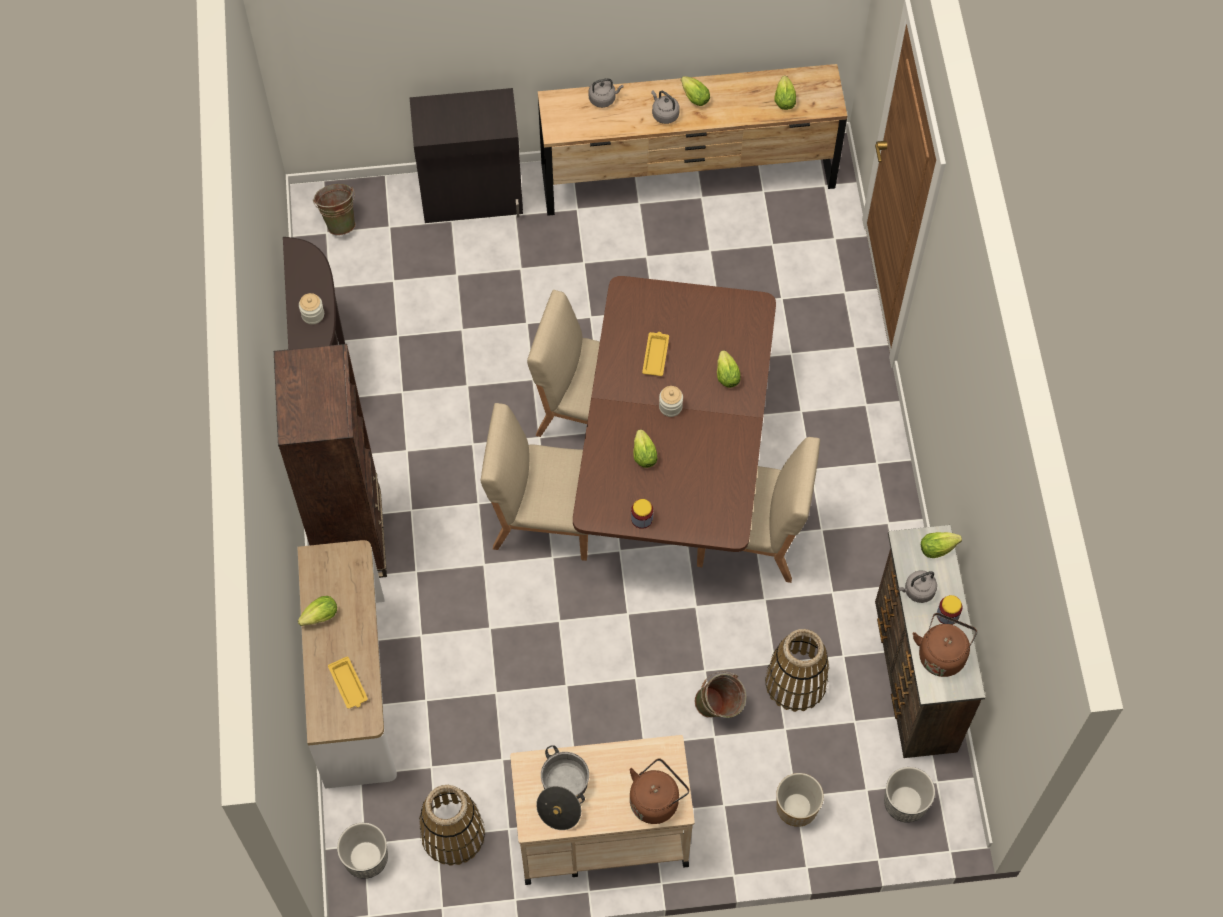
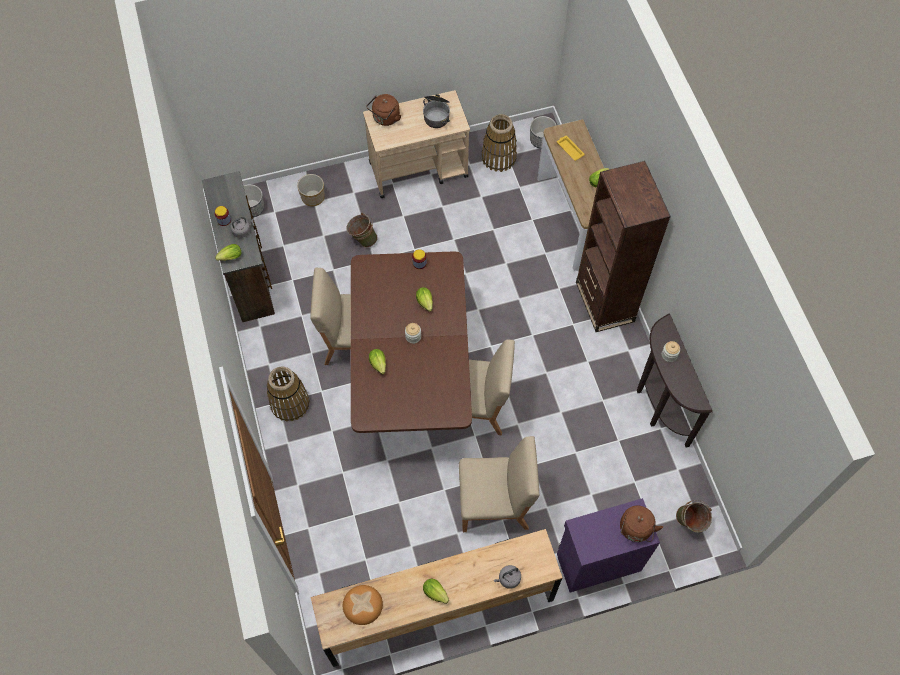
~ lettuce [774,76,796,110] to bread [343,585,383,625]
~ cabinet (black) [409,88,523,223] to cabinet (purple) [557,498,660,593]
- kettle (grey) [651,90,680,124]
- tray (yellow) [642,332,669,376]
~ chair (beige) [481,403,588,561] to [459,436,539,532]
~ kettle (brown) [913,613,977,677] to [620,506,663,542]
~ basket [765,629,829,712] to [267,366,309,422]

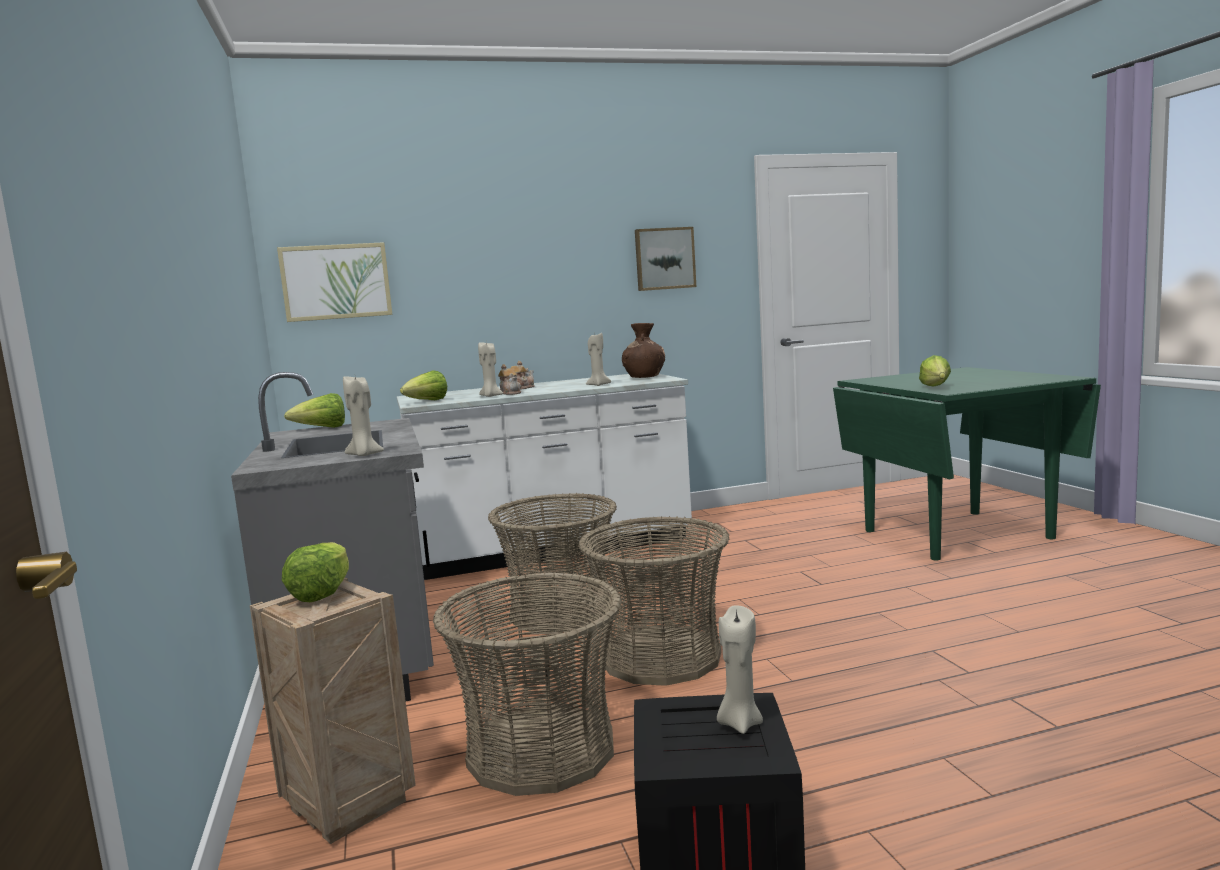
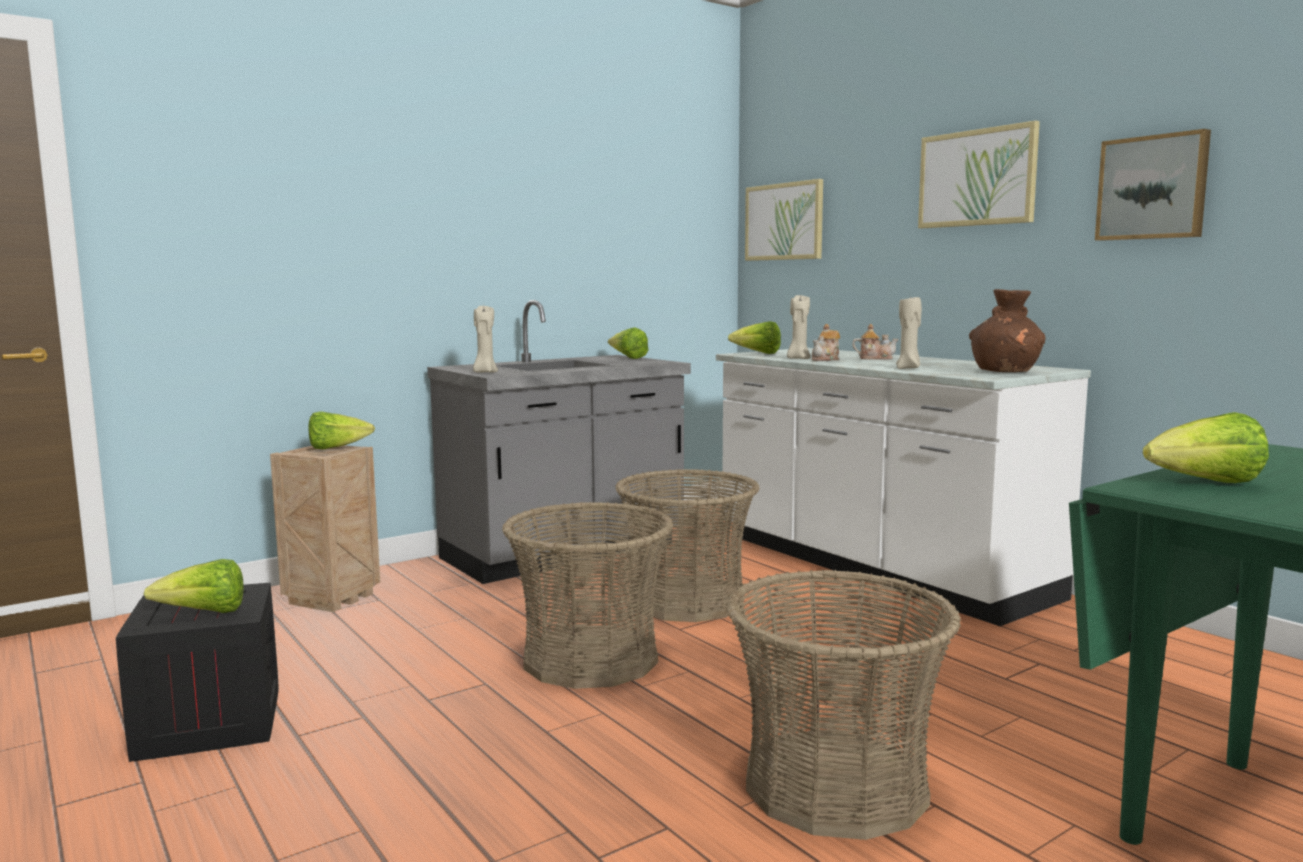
~ basket [433,572,622,796] to [726,570,961,840]
~ candle (beige) [717,605,763,734] to lettuce [144,559,244,613]
+ picture [918,121,1040,228]

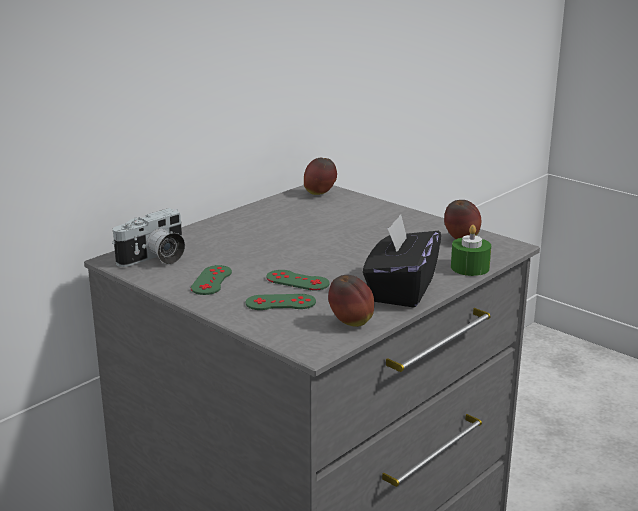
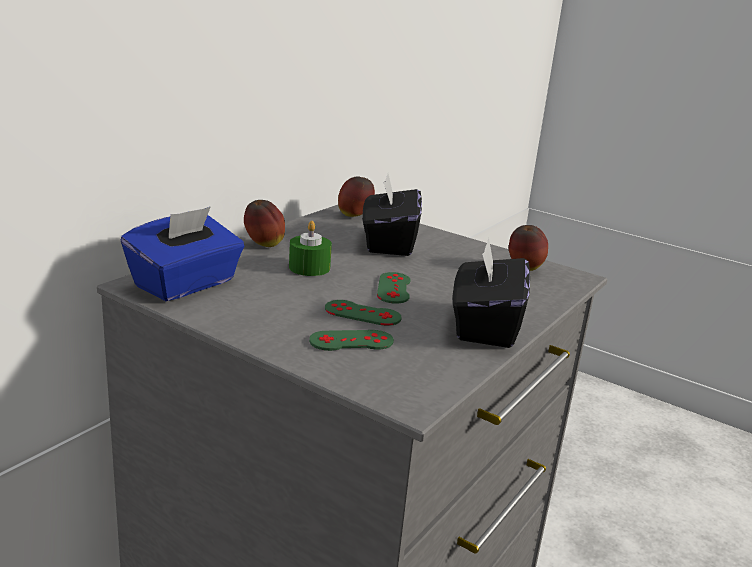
~ photo camera [112,208,185,267] to tissue box (blue) [121,207,244,301]
~ candle (green) [451,225,491,276] to [289,221,332,276]
~ game controller (green) [191,265,232,295] to [377,272,411,304]
~ apple [328,275,374,327] to [244,200,285,247]
+ tissue box (black) [362,174,422,256]

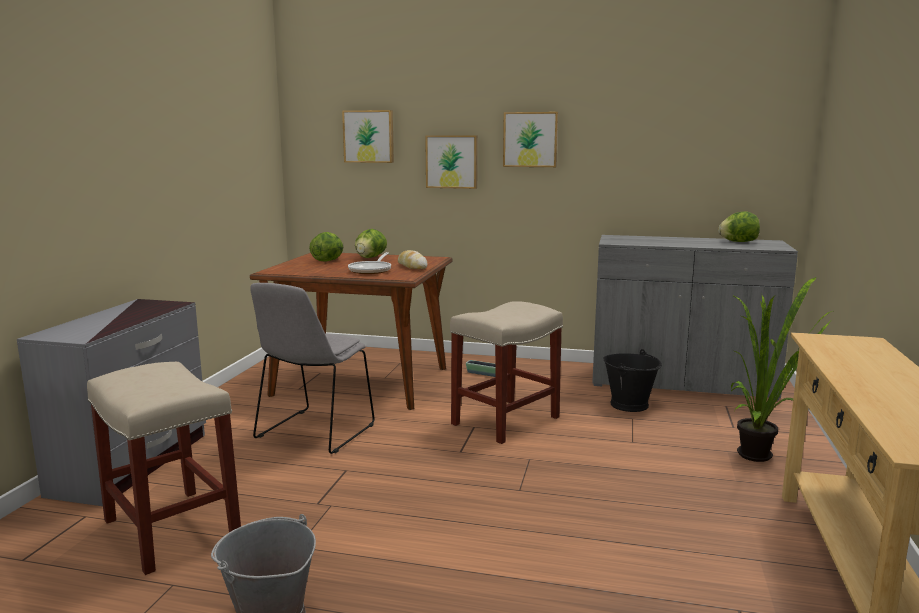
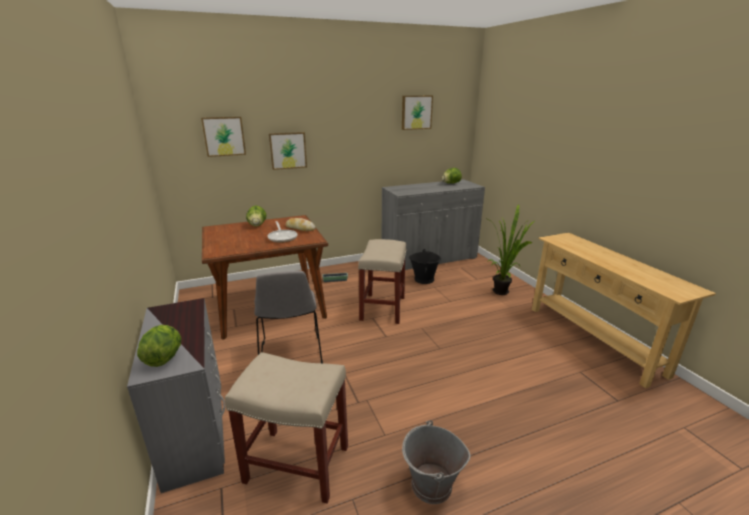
~ picture [503,112,558,167] to [402,95,433,130]
~ lettuce [309,232,343,262] to [137,325,181,367]

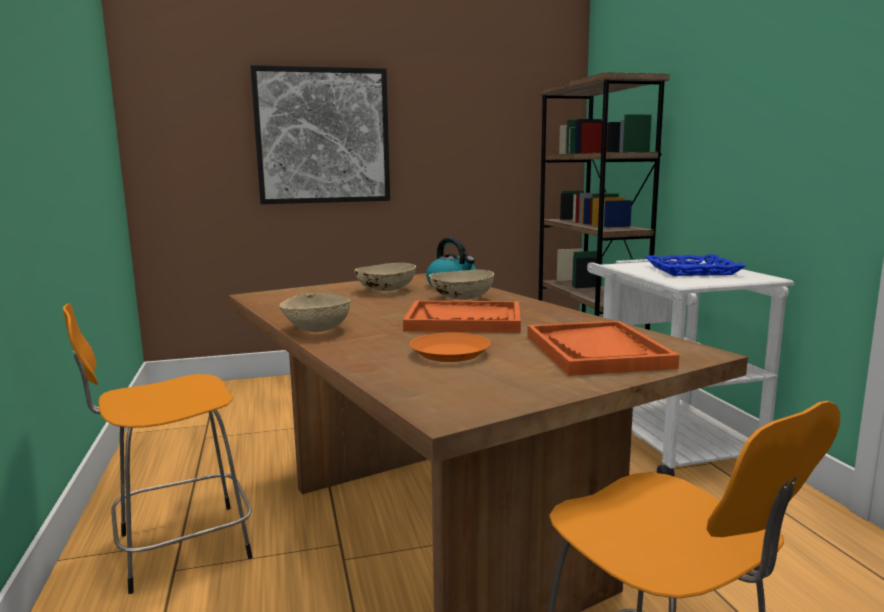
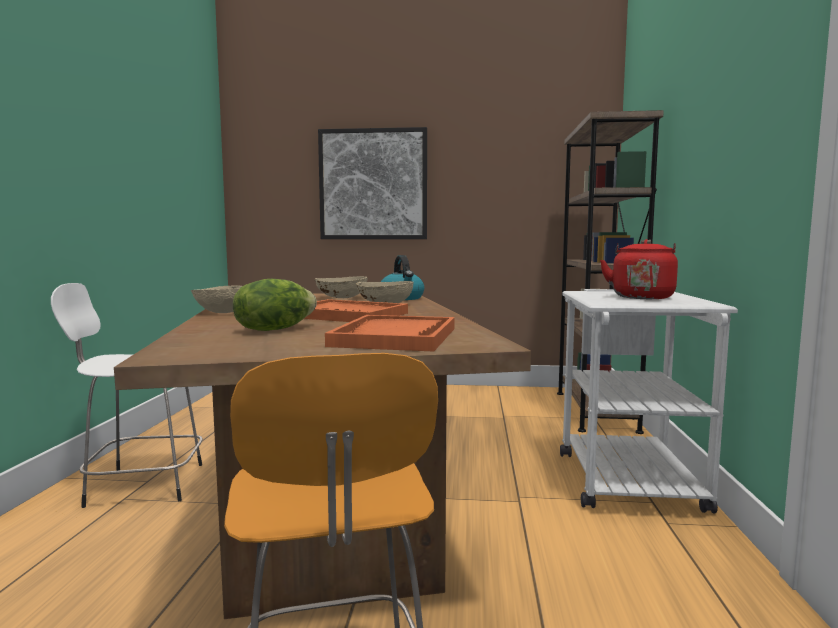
~ tray (blue) [646,254,746,276] to kettle (red) [600,239,678,299]
~ stool (orange) [63,303,252,594] to stool (white) [51,283,203,508]
~ plate (orange) [410,333,491,362] to lettuce [233,279,317,331]

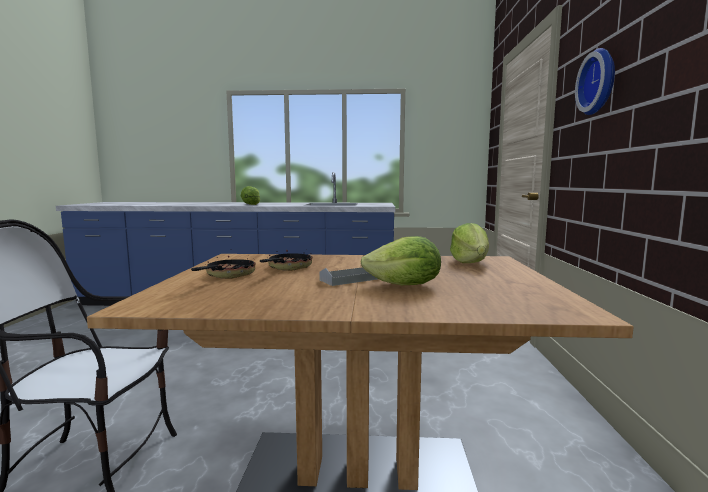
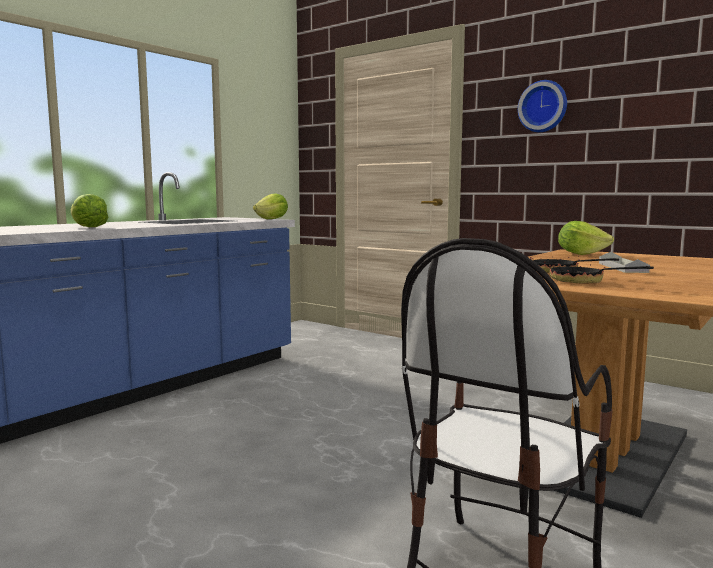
~ lettuce [360,236,441,285] to [253,193,288,219]

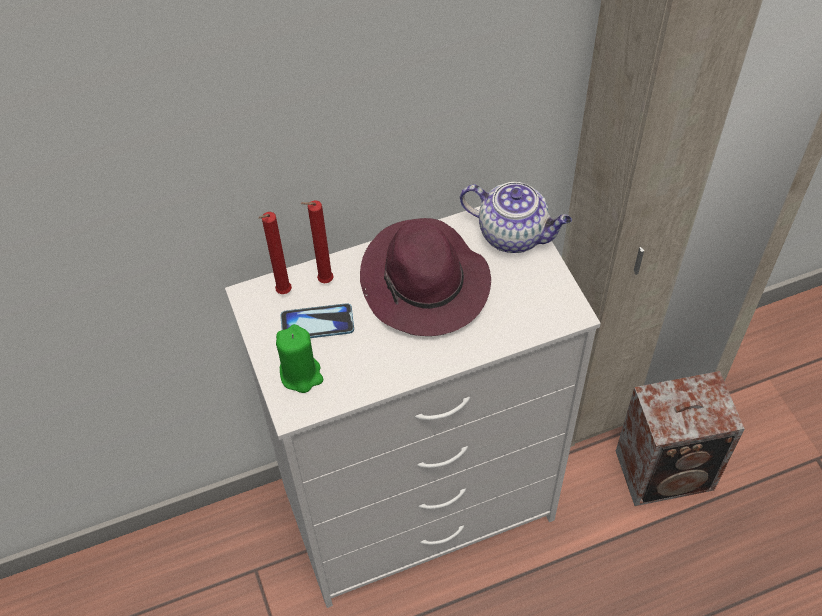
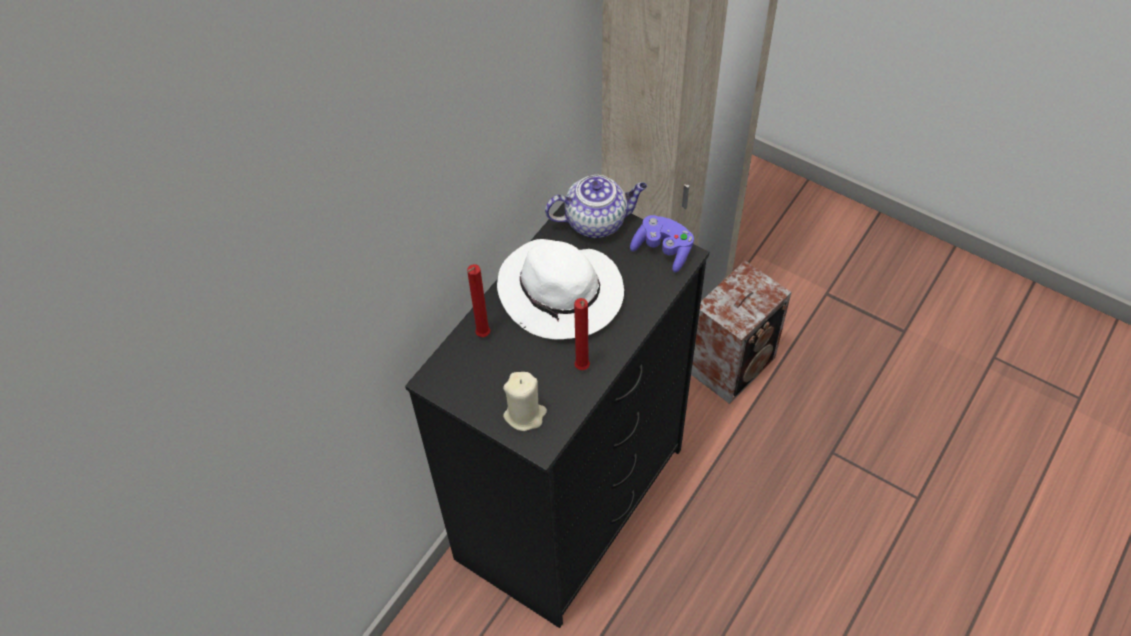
~ dresser (white) [225,206,601,608] to dresser (black) [405,202,709,628]
~ candle (red) [258,212,292,294] to [574,298,590,370]
~ hat (purple) [360,218,491,336] to hat (white) [497,239,624,339]
- phone [281,303,354,338]
~ candle (green) [276,324,323,393] to candle (beige) [503,372,547,431]
+ game controller (purple) [630,215,694,273]

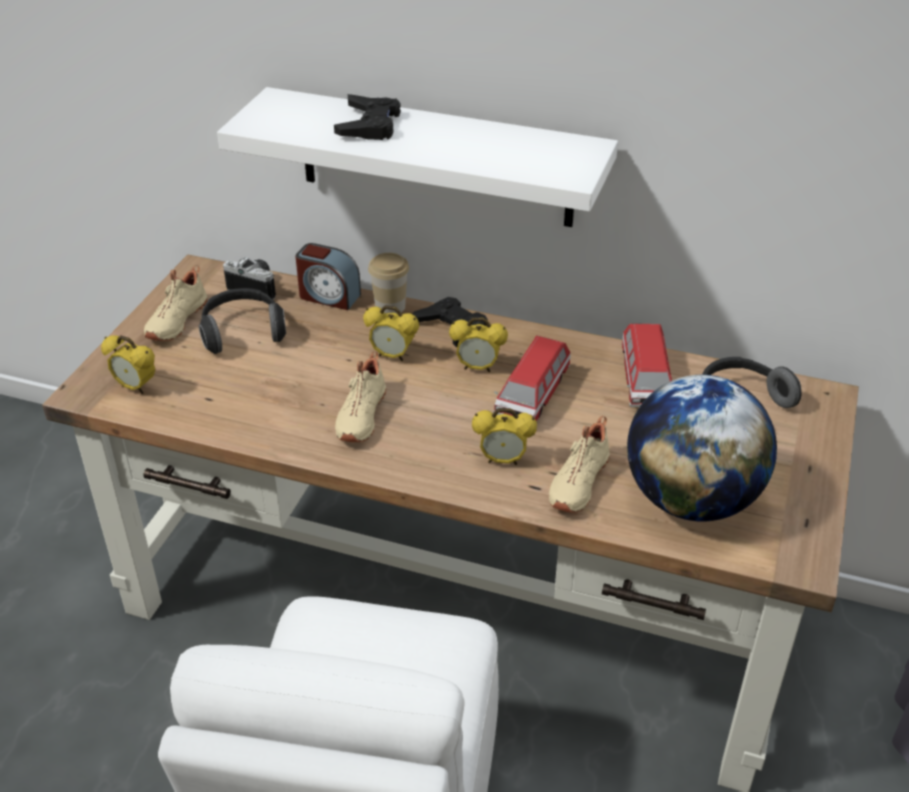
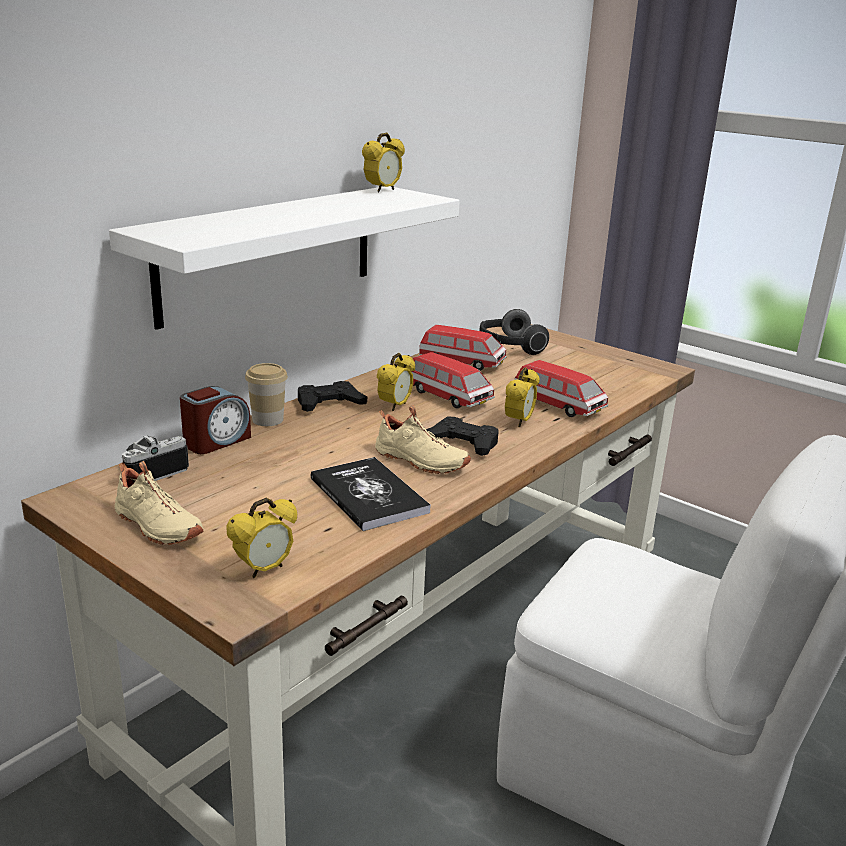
~ game controller (black) [334,94,401,140] to [426,416,498,456]
- headphones [199,288,286,354]
~ alarm clock [363,305,419,361] to [362,133,405,192]
- globe [627,375,777,522]
~ shoe (beige) [549,416,610,513] to toy car [514,360,608,417]
+ book [311,457,431,531]

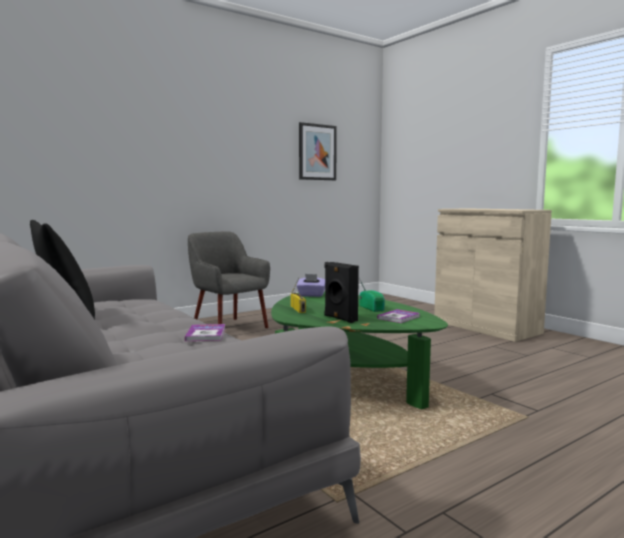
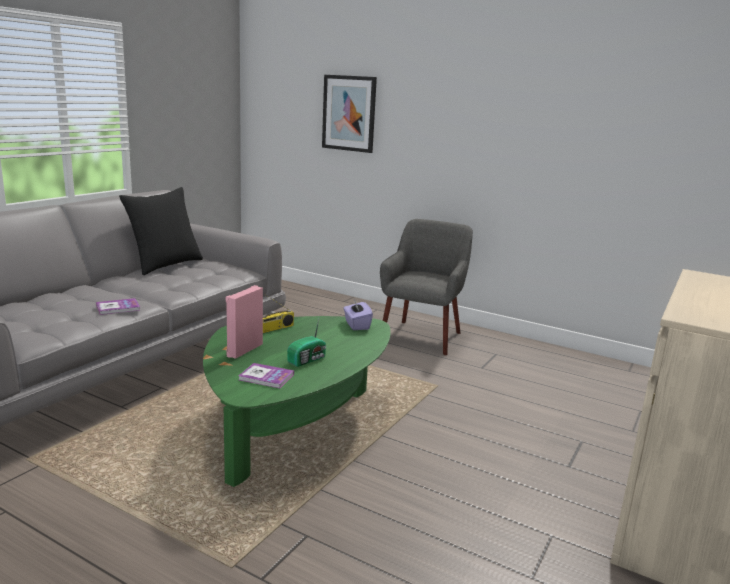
~ picture [299,122,337,180] to [322,75,377,153]
~ speaker (black) [324,262,359,323] to speaker (pink) [226,285,263,359]

